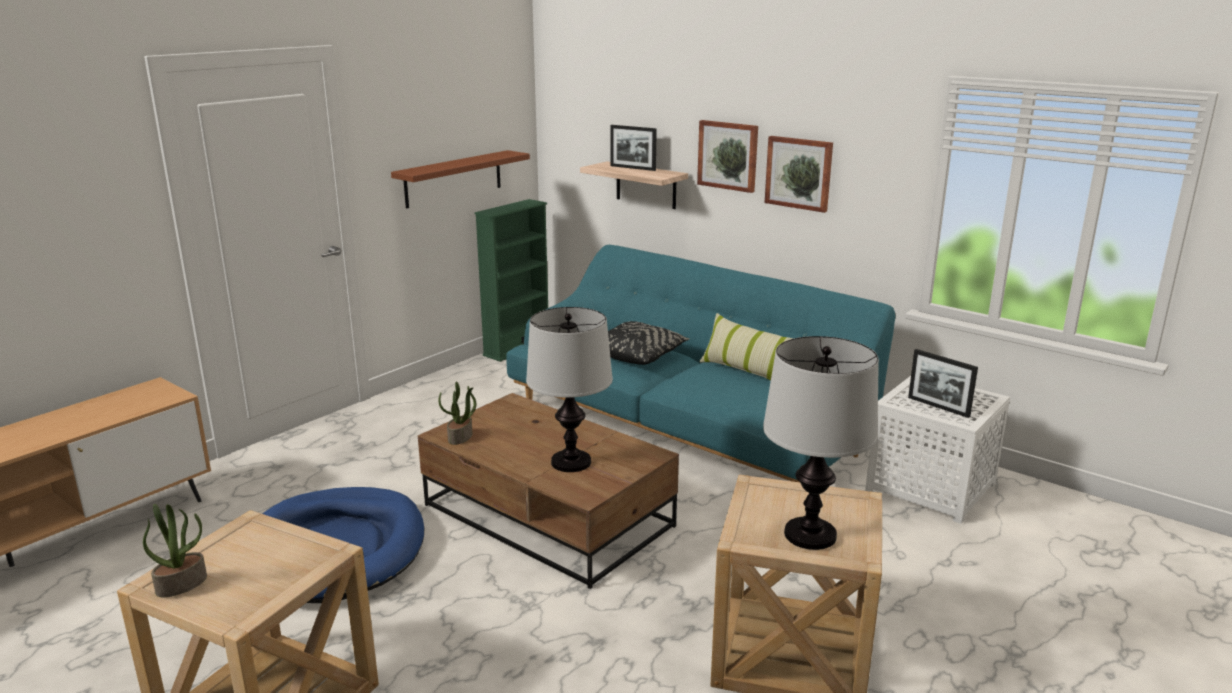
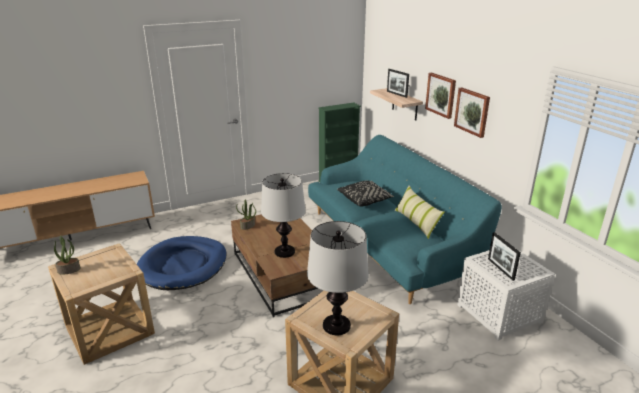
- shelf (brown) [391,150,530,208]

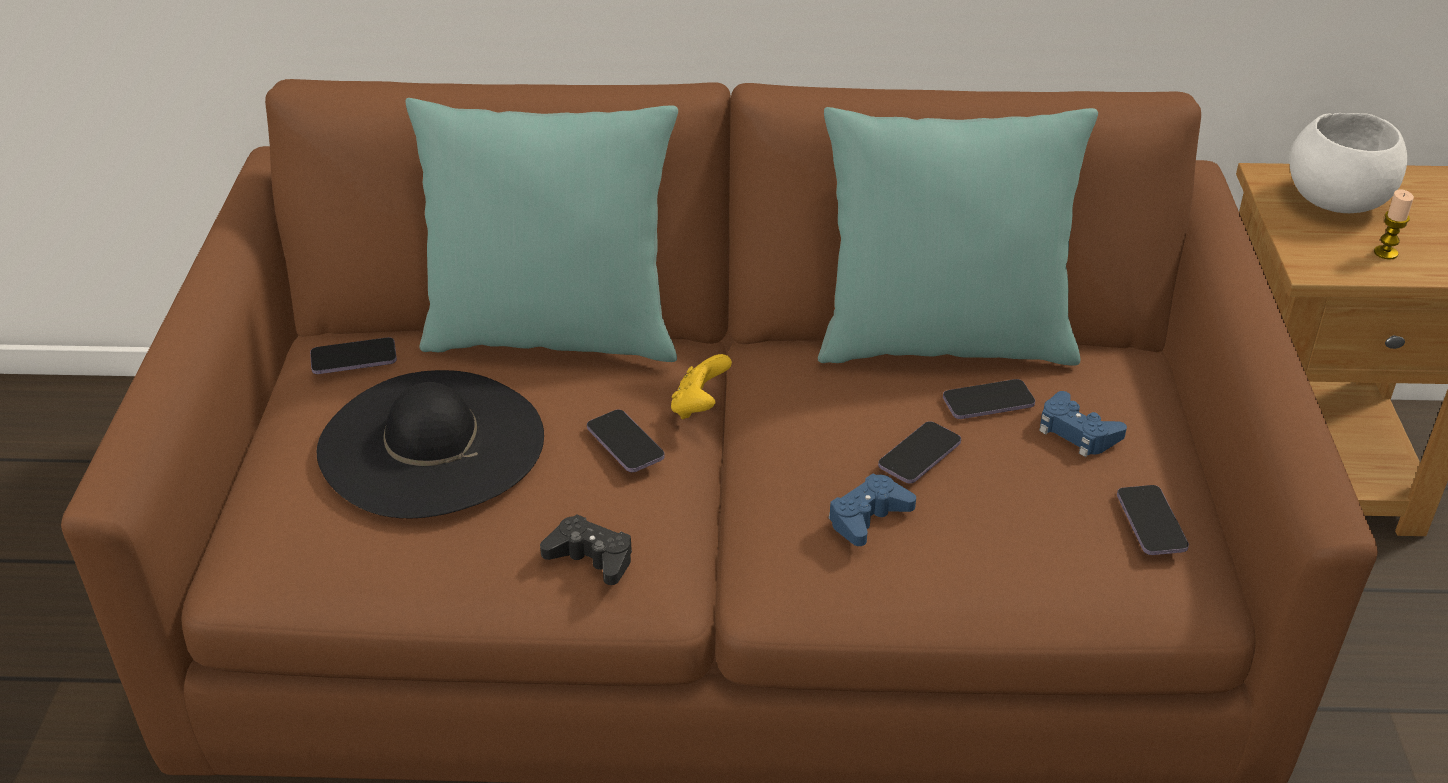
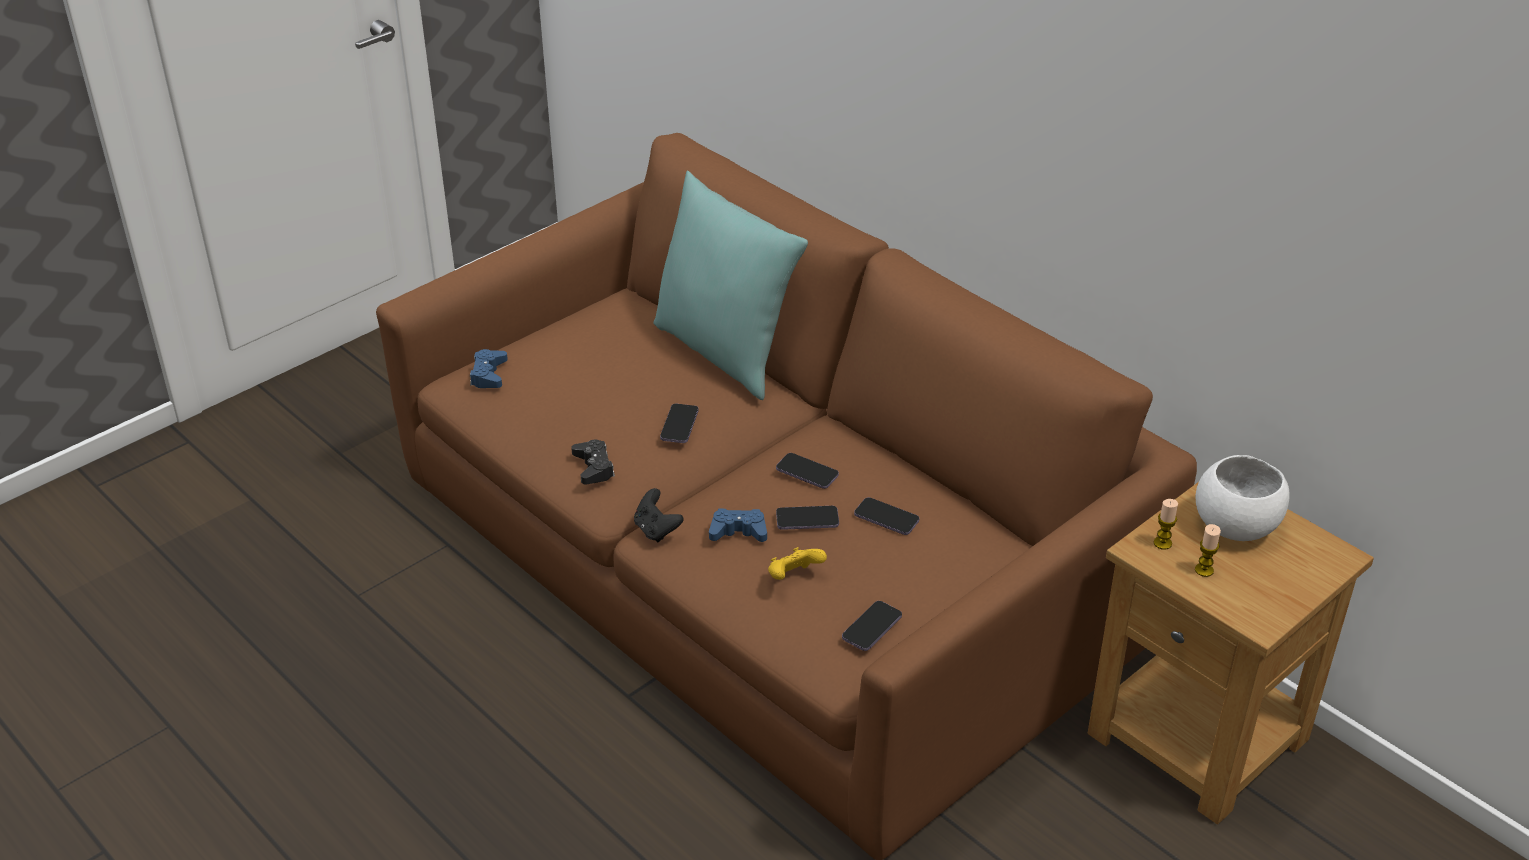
- pillow (turquoise) [818,107,1098,366]
~ phone [310,337,397,374] to [776,453,839,489]
~ game controller (yellow) [671,354,732,419] to [768,547,827,580]
- hat (black) [316,370,544,518]
~ game controller (blue) [1039,391,1127,457] to [470,349,508,388]
+ game controller (black) [634,488,684,542]
+ candle [1154,499,1178,550]

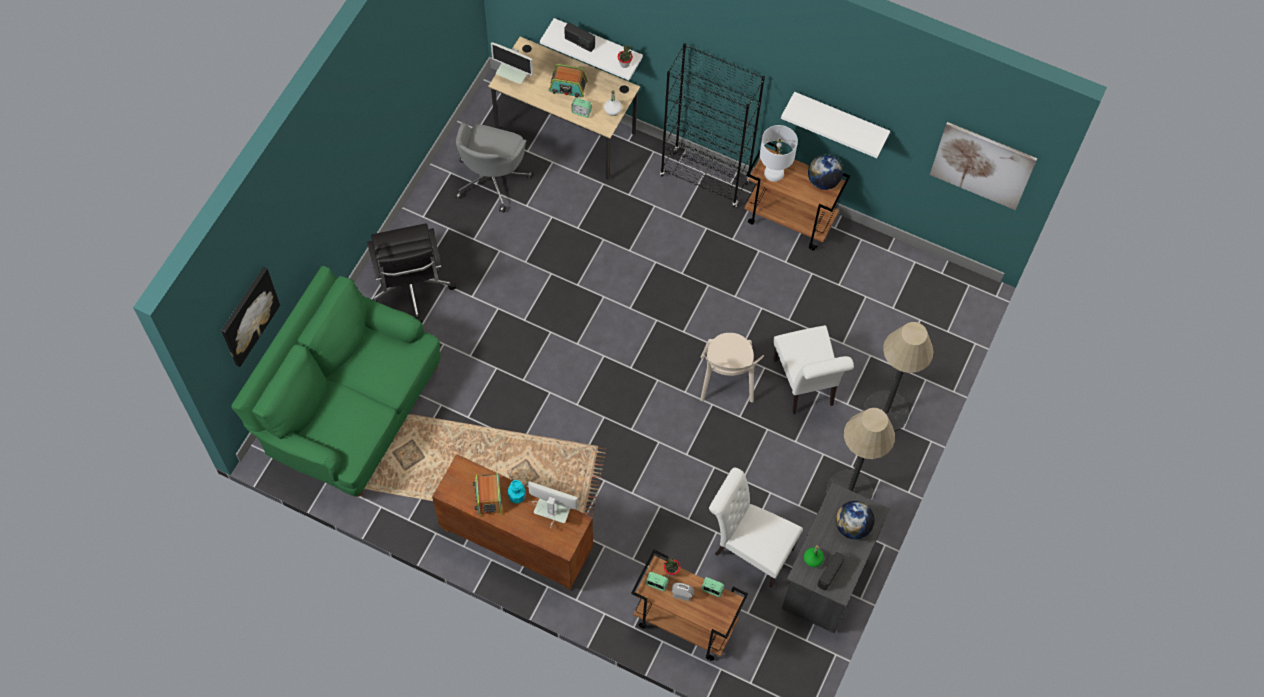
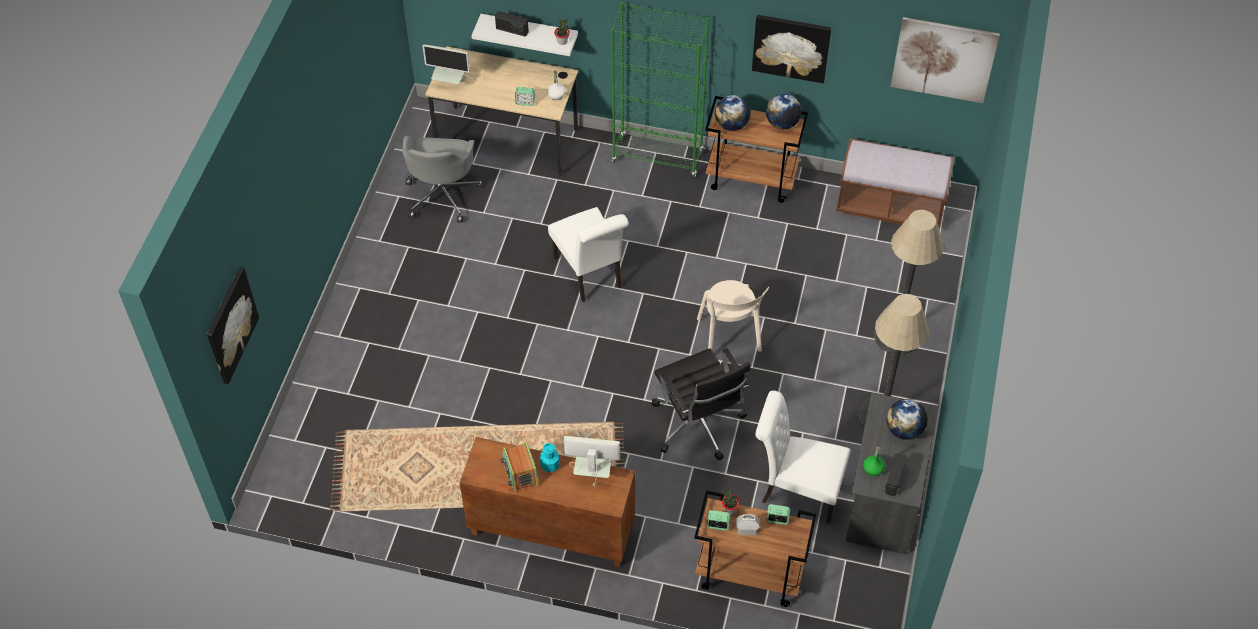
~ bookcase (black) [660,43,765,207] to bookcase (green) [611,2,709,178]
- radio [549,64,588,98]
~ shelf (white) [781,92,890,158] to picture [752,15,831,83]
~ table lamp (white) [760,125,798,182] to globe [715,95,751,131]
~ office chair (black) [367,223,456,323] to [651,348,750,460]
- sofa (green) [231,266,441,497]
~ chair (white) [773,325,854,414] to [548,207,629,302]
+ bench (brown) [836,138,955,230]

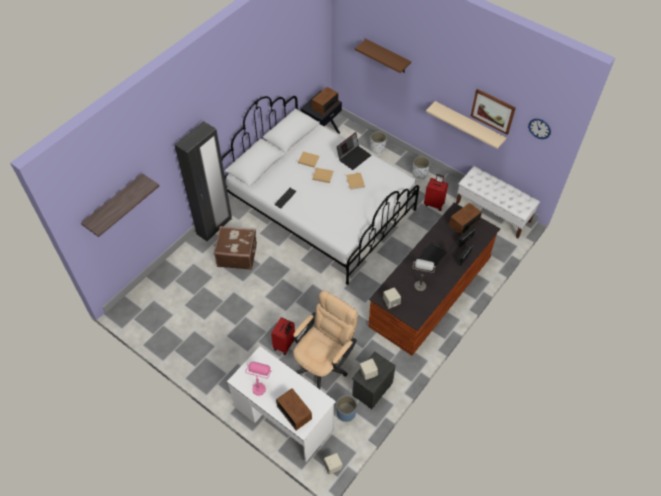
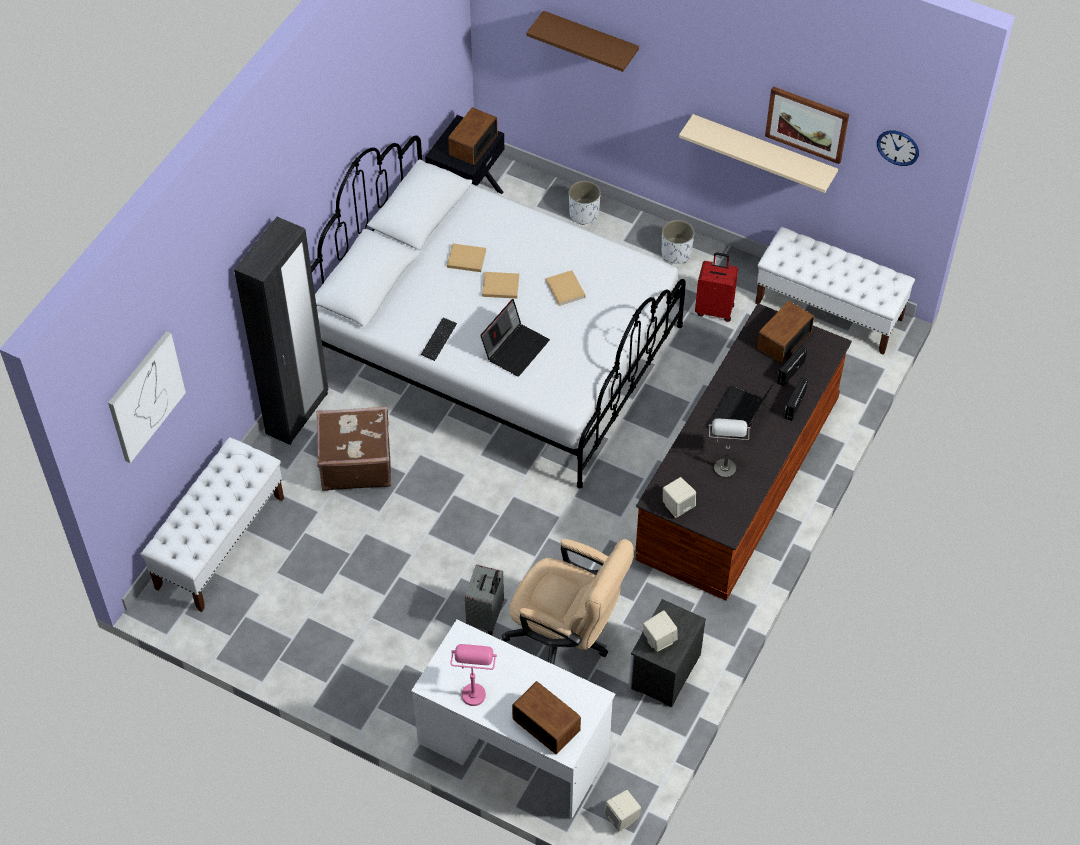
~ laptop [337,132,371,170] to [480,299,550,377]
~ shelf [81,173,159,237] to picture [108,331,186,463]
~ office chair (beige) [293,290,358,389] = [502,539,634,665] 90 degrees clockwise
~ suitcase (red) [271,317,295,355] to suitcase (grey) [465,564,504,635]
- planter (blue) [336,395,357,422]
+ bench (white) [141,437,284,612]

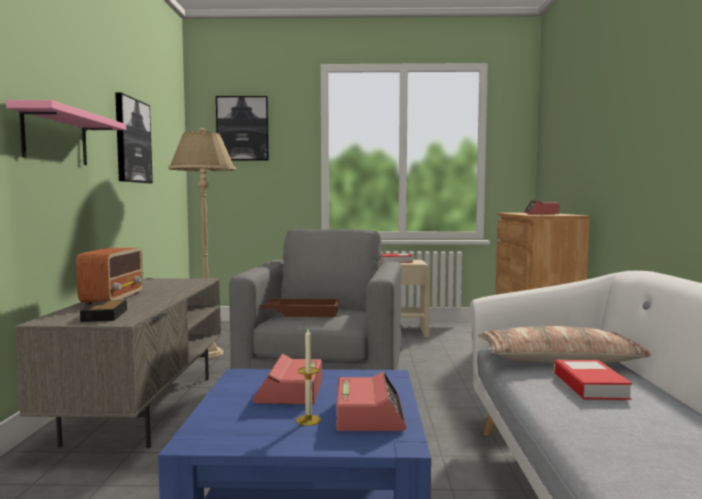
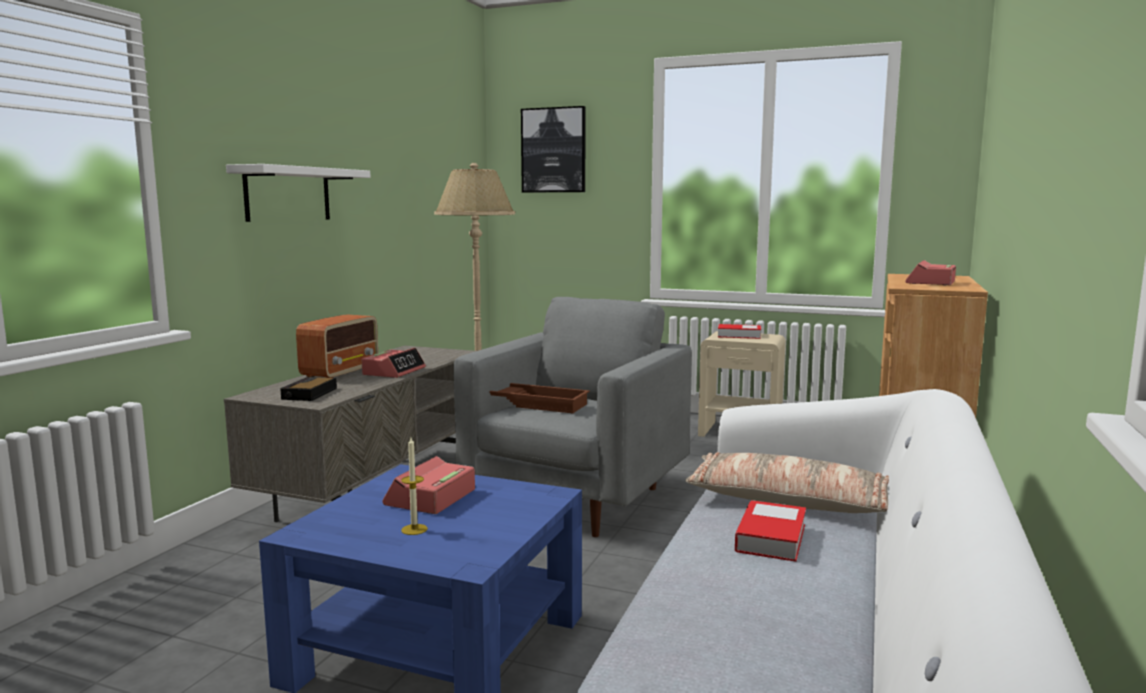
- picture [115,93,153,183]
~ shelf (pink) [6,100,126,165] to shelf (white) [226,164,370,222]
~ alarm clock [336,372,406,431] to [362,348,426,378]

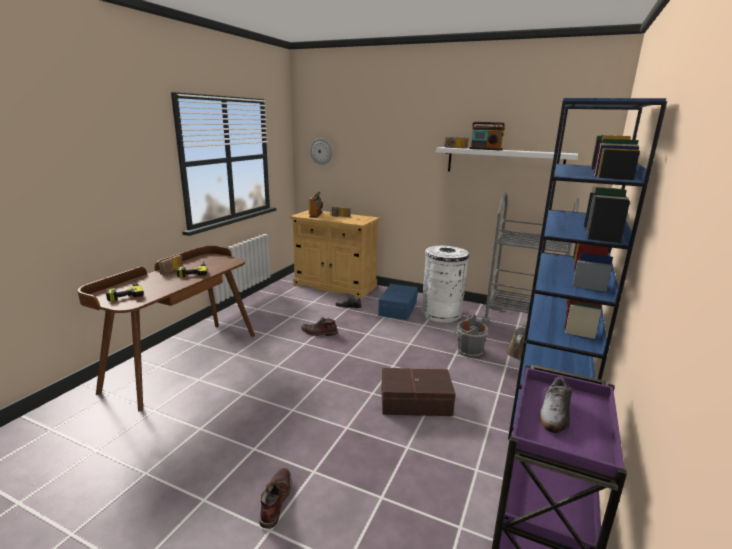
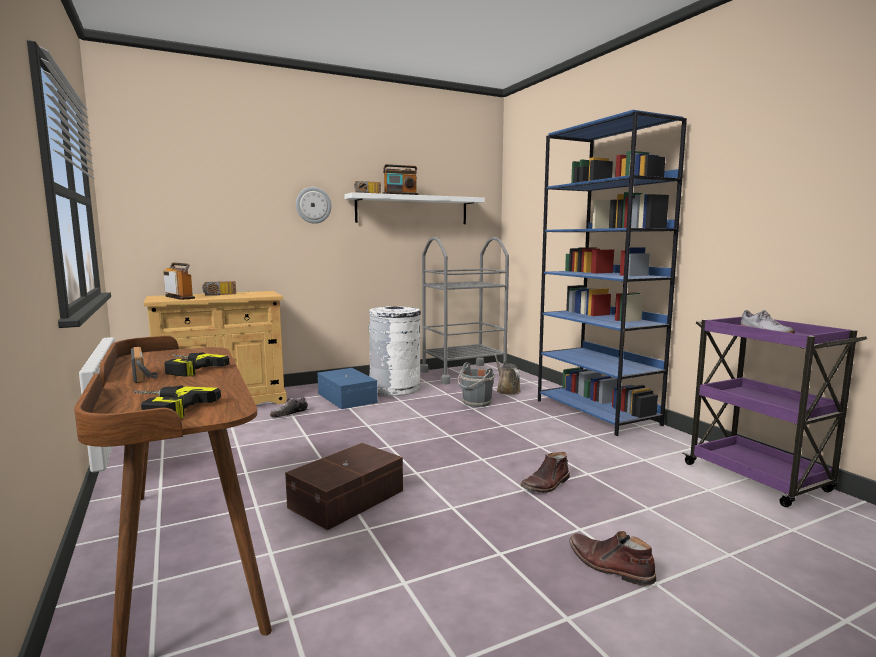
~ wall clock [310,138,333,165] to [296,187,332,224]
~ boot (brown) [301,317,338,336] to [520,452,570,493]
~ storage box (brown) [381,368,456,416] to [285,443,403,530]

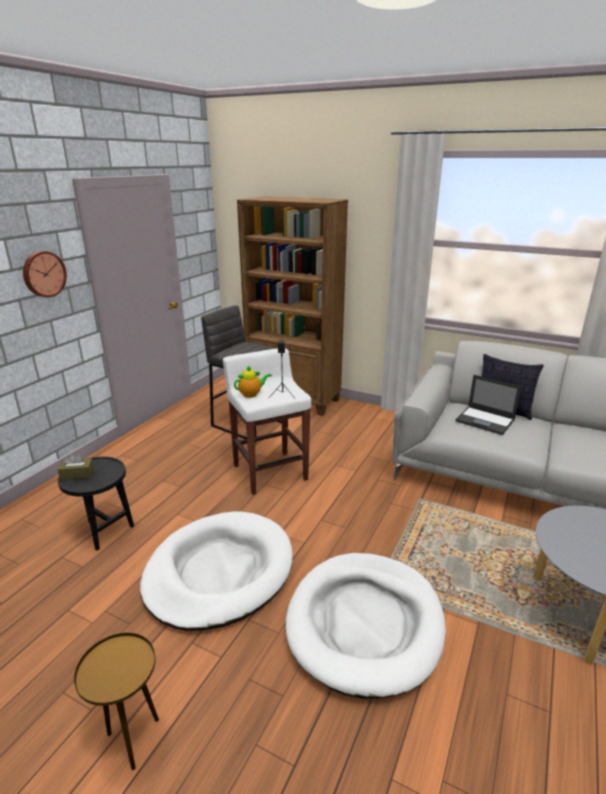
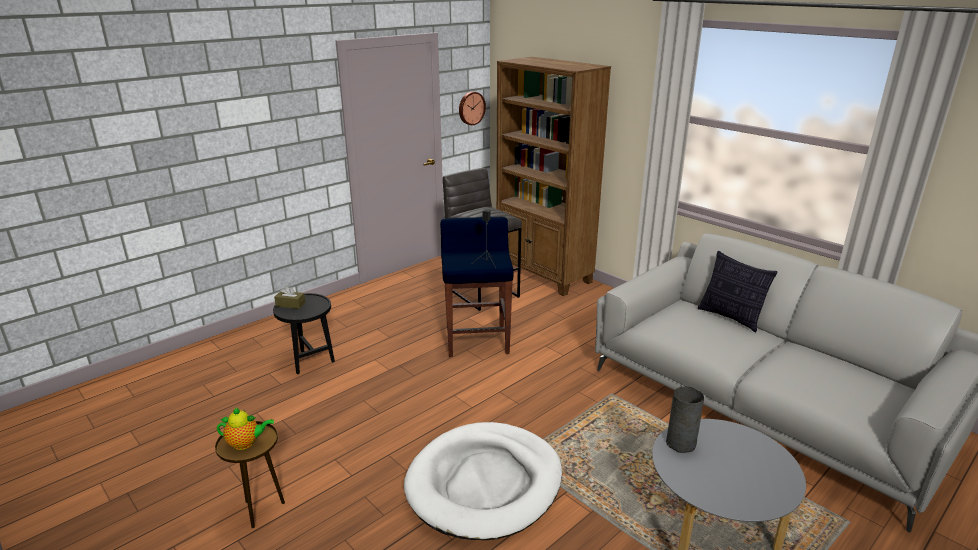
~ wall clock [23,251,67,297] to [459,92,486,125]
~ stool (white) [223,349,311,495] to stool (blue) [440,217,514,357]
~ teapot [234,365,272,398] to [217,407,274,450]
- laptop [455,375,522,435]
- dog bed (white) [140,511,293,631]
+ vase (grey) [666,387,704,453]

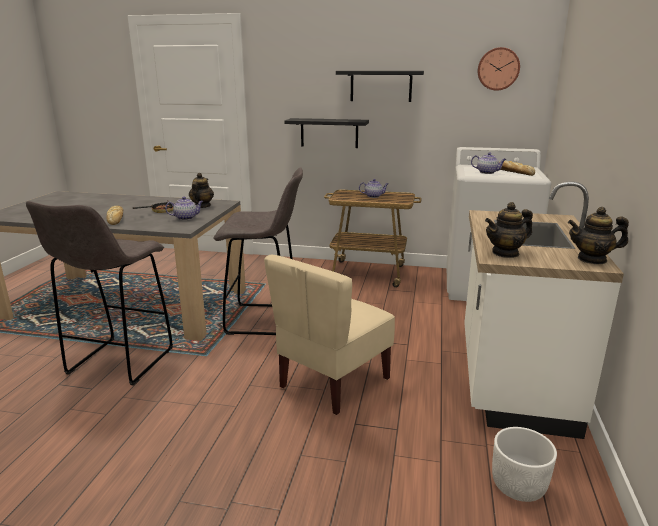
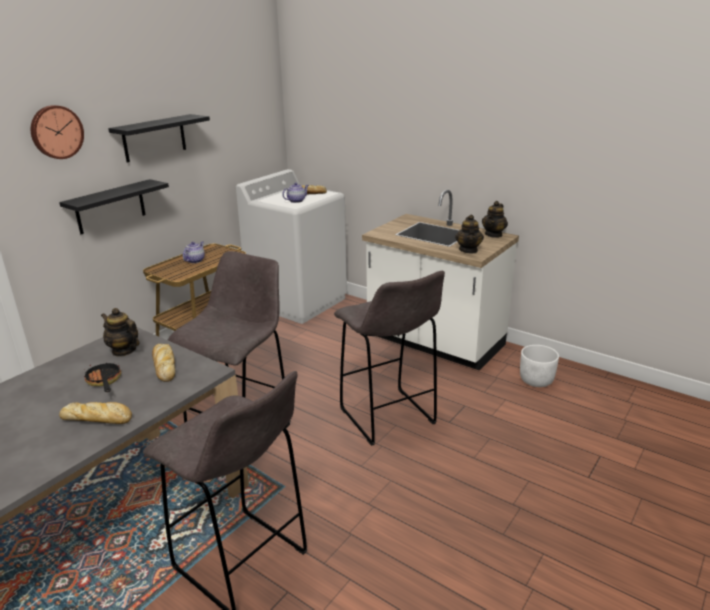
~ wall clock [478,47,520,91] to [31,105,84,159]
~ teapot [165,197,203,220] to bread [152,344,175,382]
~ chair (beige) [264,255,395,415] to stool (grey) [334,271,445,446]

